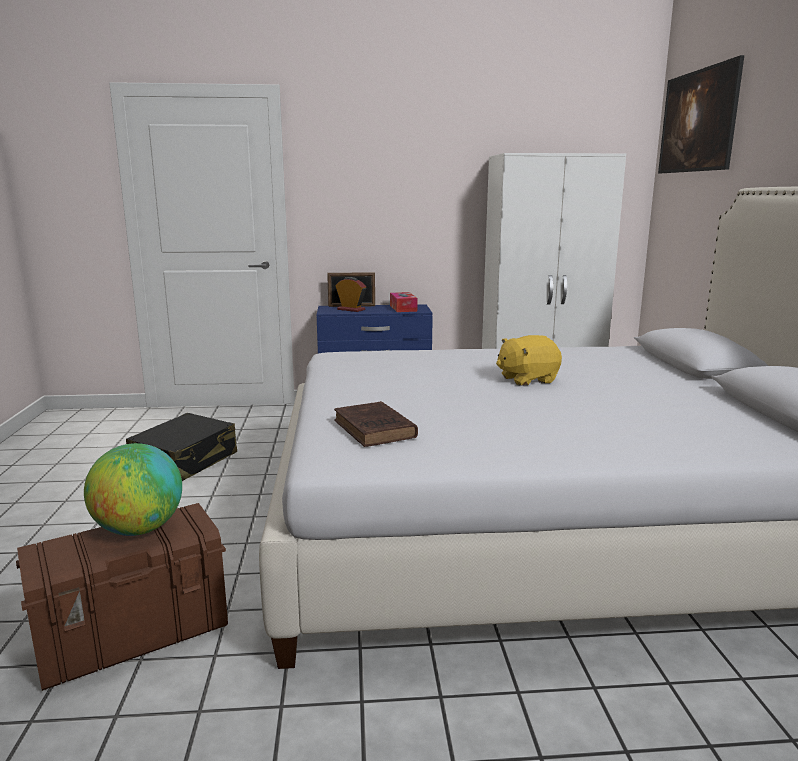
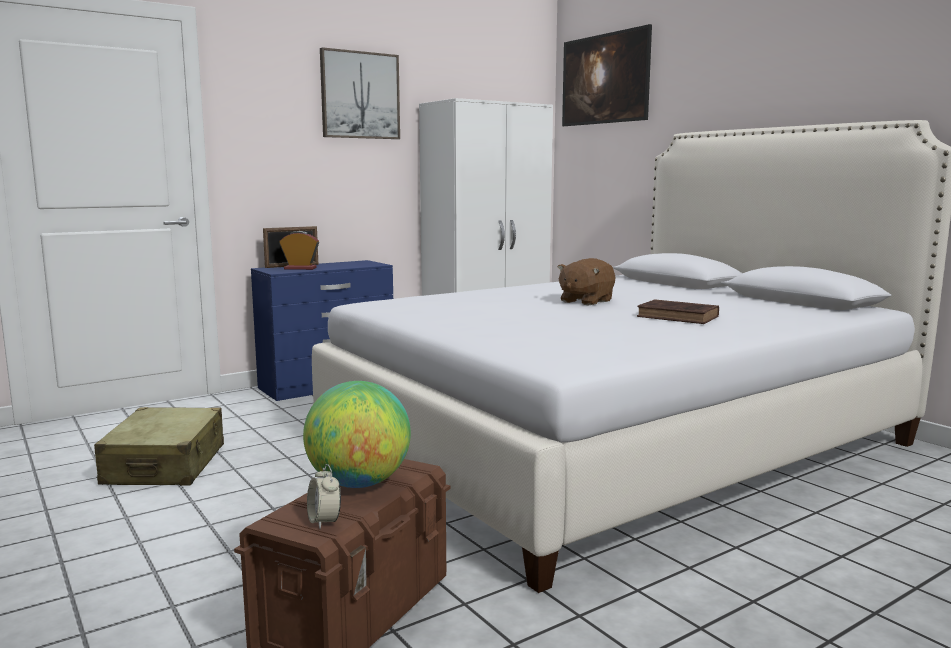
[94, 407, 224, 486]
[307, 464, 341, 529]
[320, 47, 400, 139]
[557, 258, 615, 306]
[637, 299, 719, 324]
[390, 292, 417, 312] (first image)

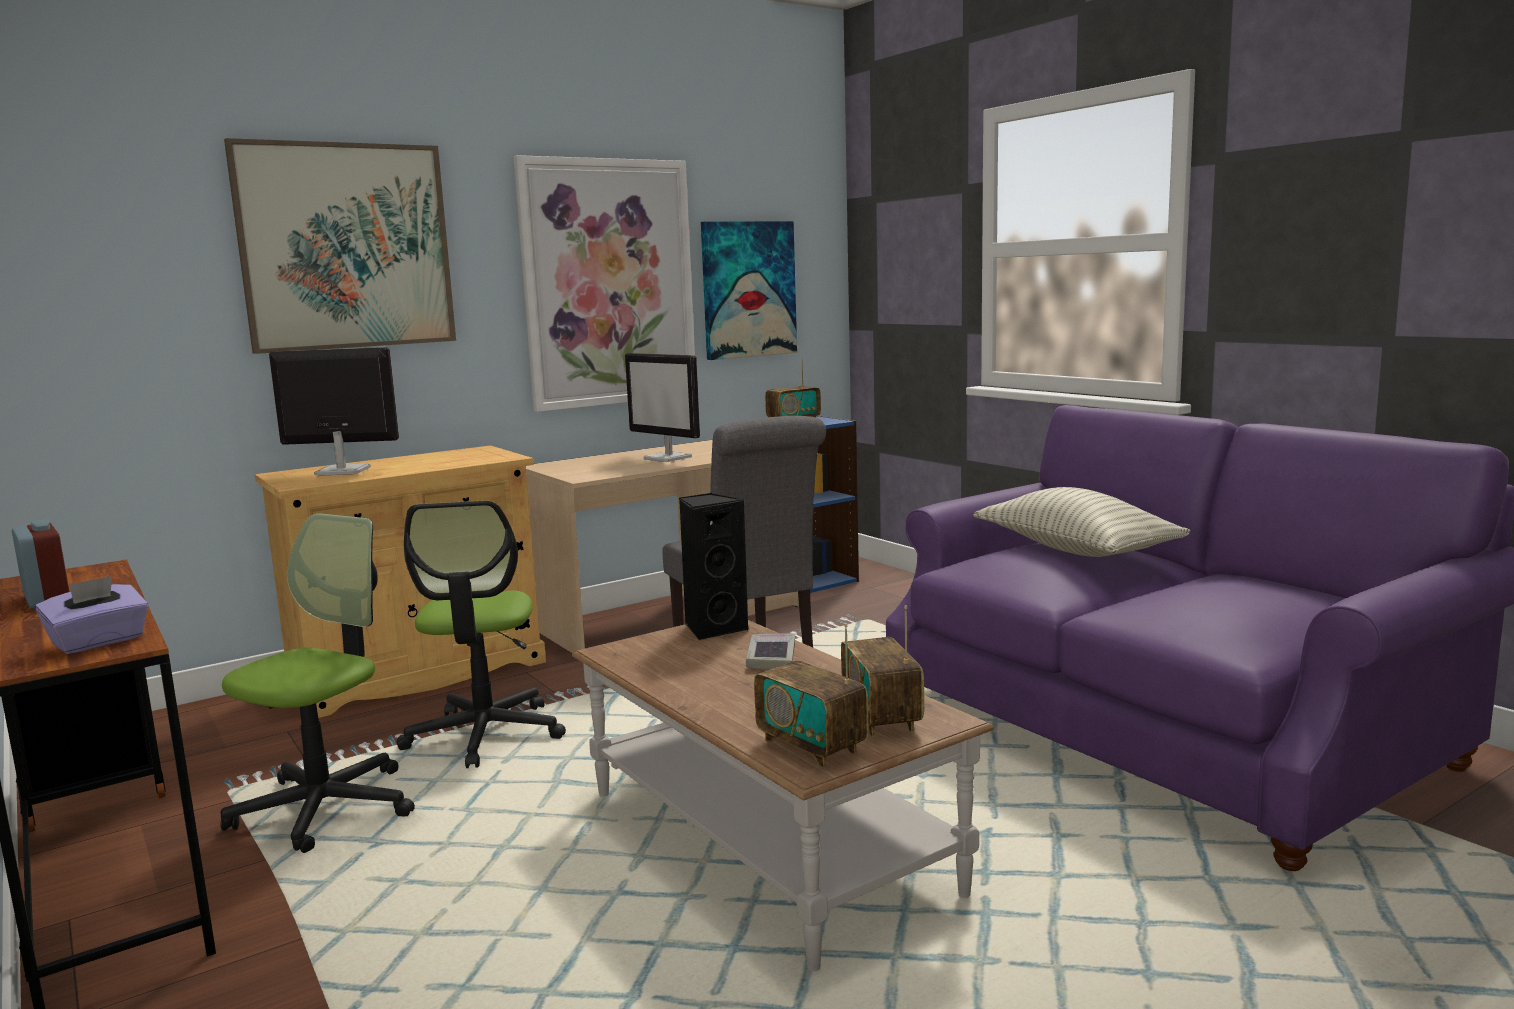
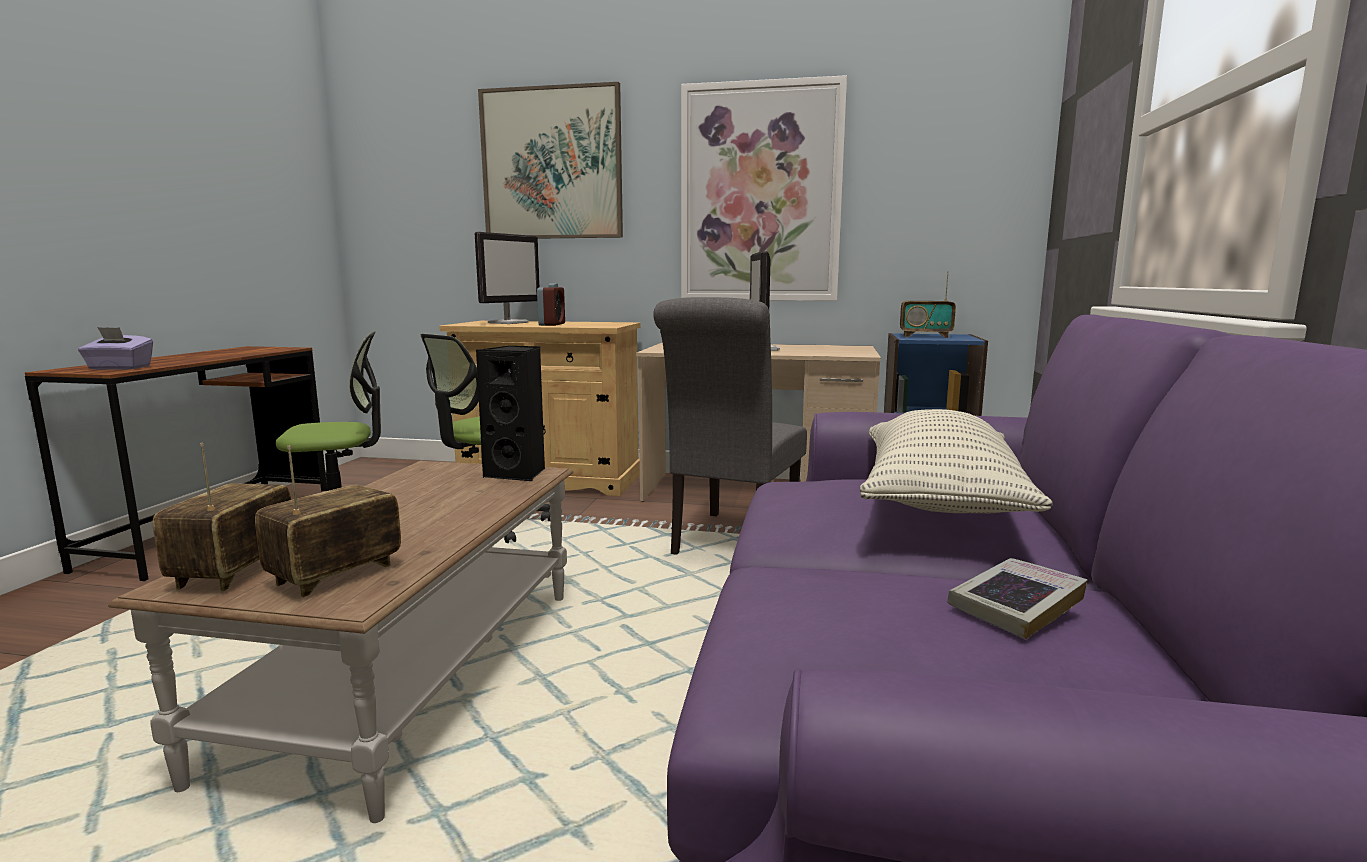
[475, 232, 540, 324]
[537, 283, 565, 326]
[947, 558, 1087, 639]
[701, 221, 797, 360] (first image)

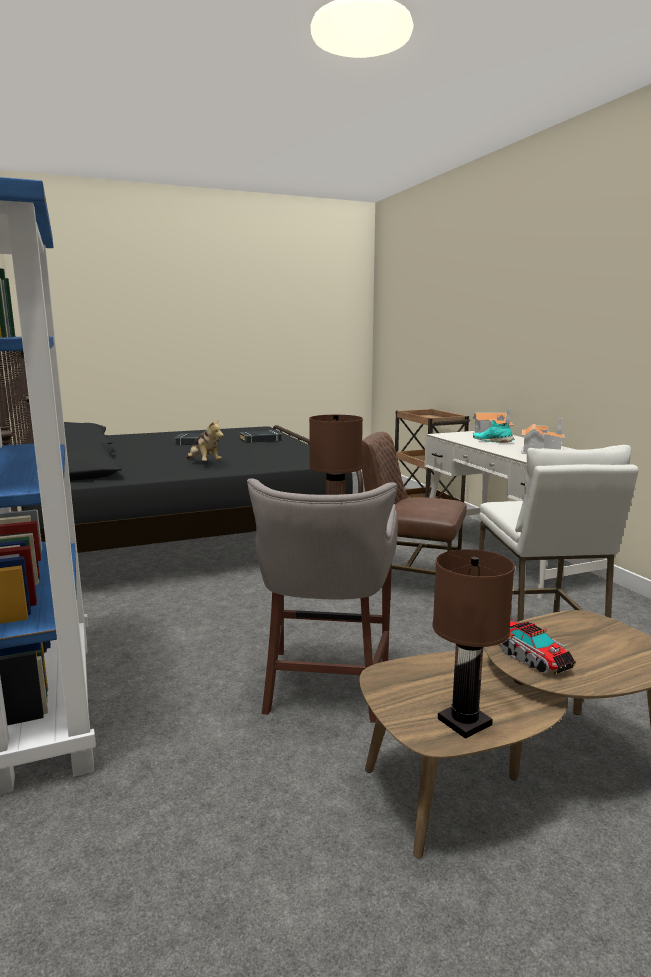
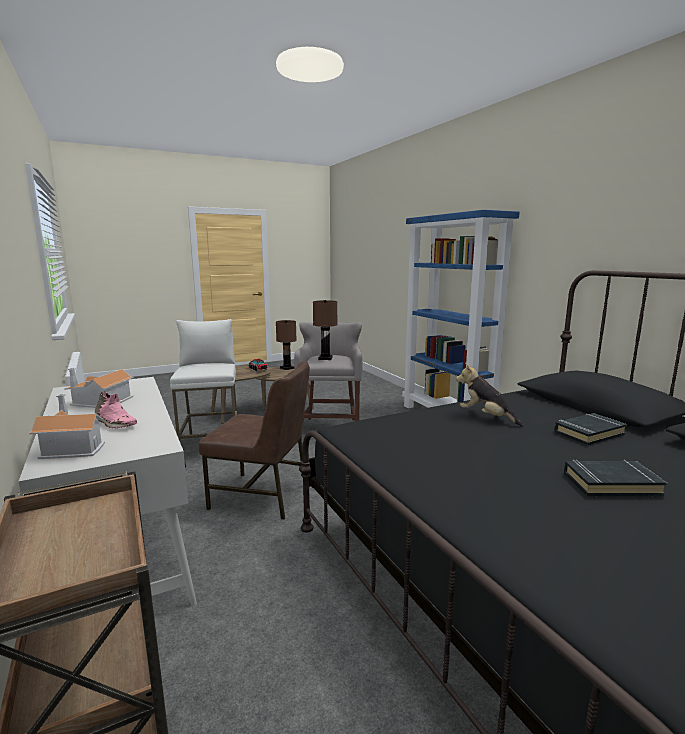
[94, 391, 137, 428]
[554, 413, 627, 445]

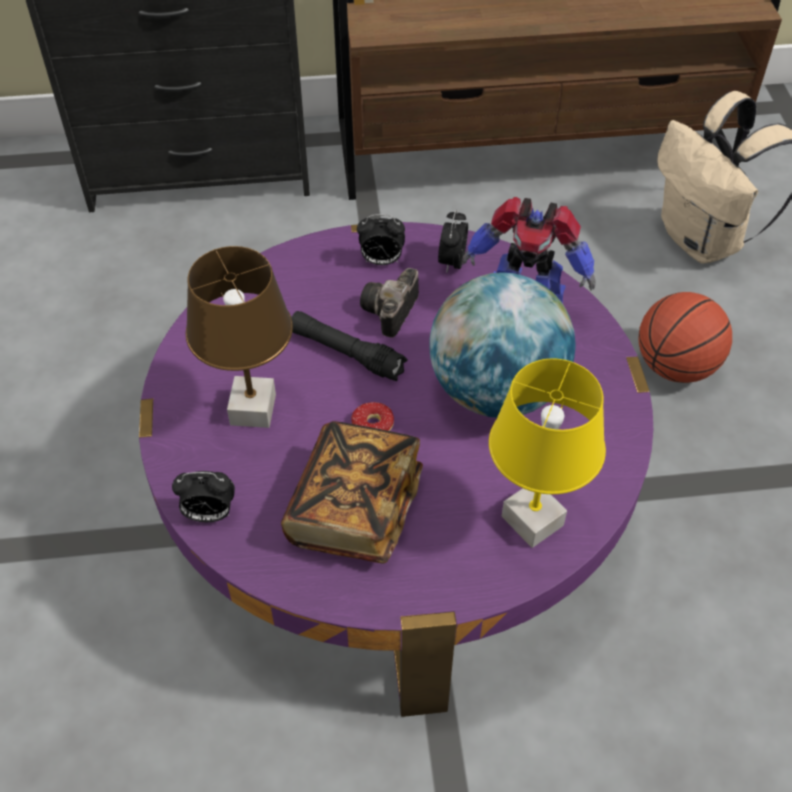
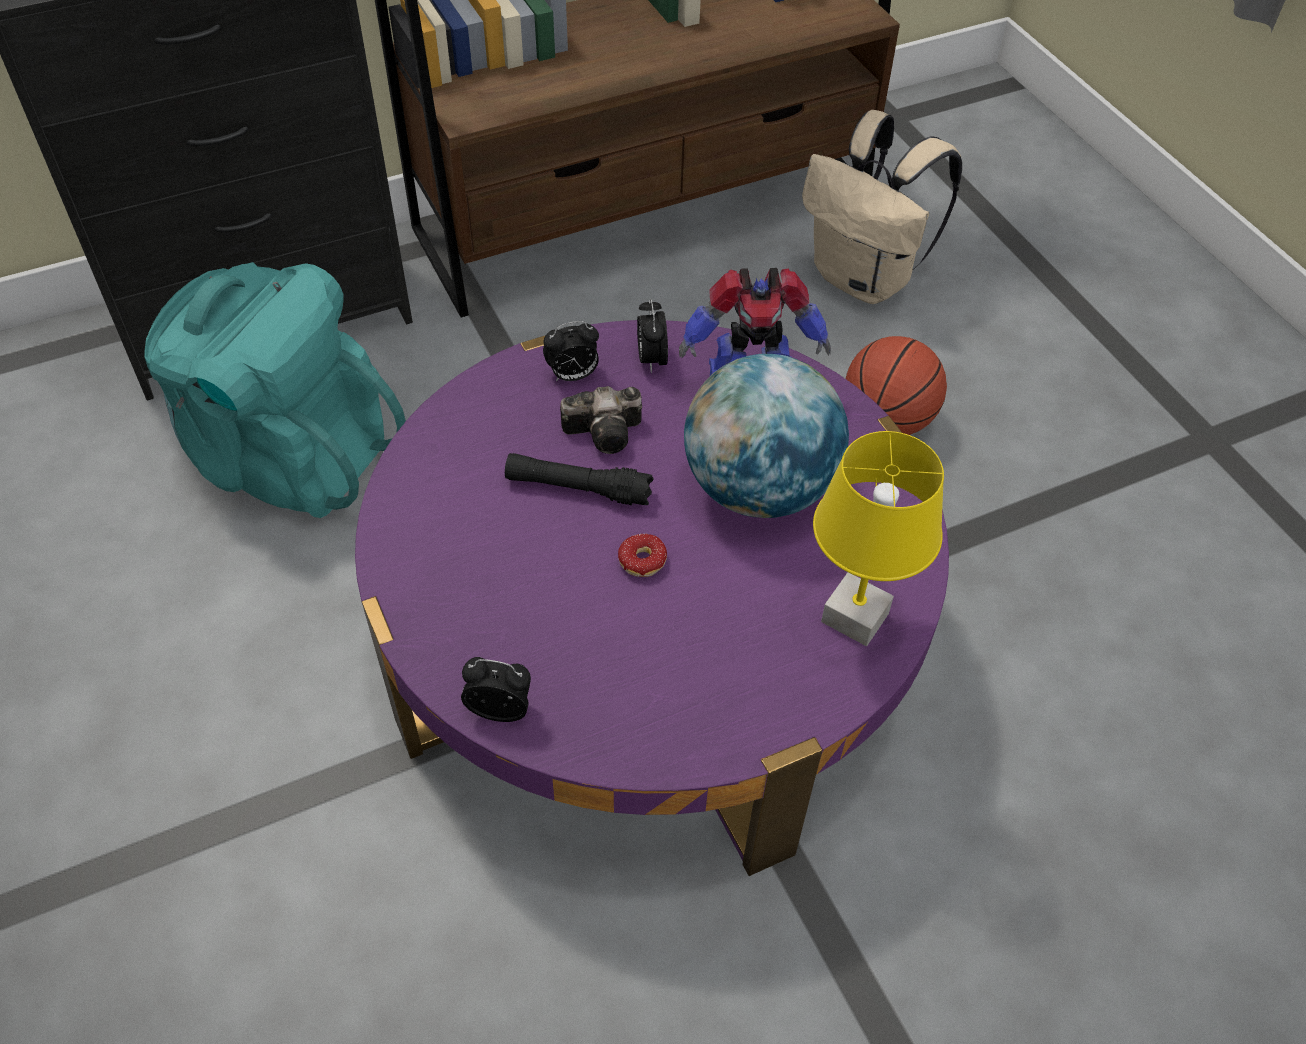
[144, 262, 406, 518]
[461, 657, 531, 722]
[560, 386, 642, 454]
[186, 246, 293, 428] (first image)
[281, 421, 423, 564] (first image)

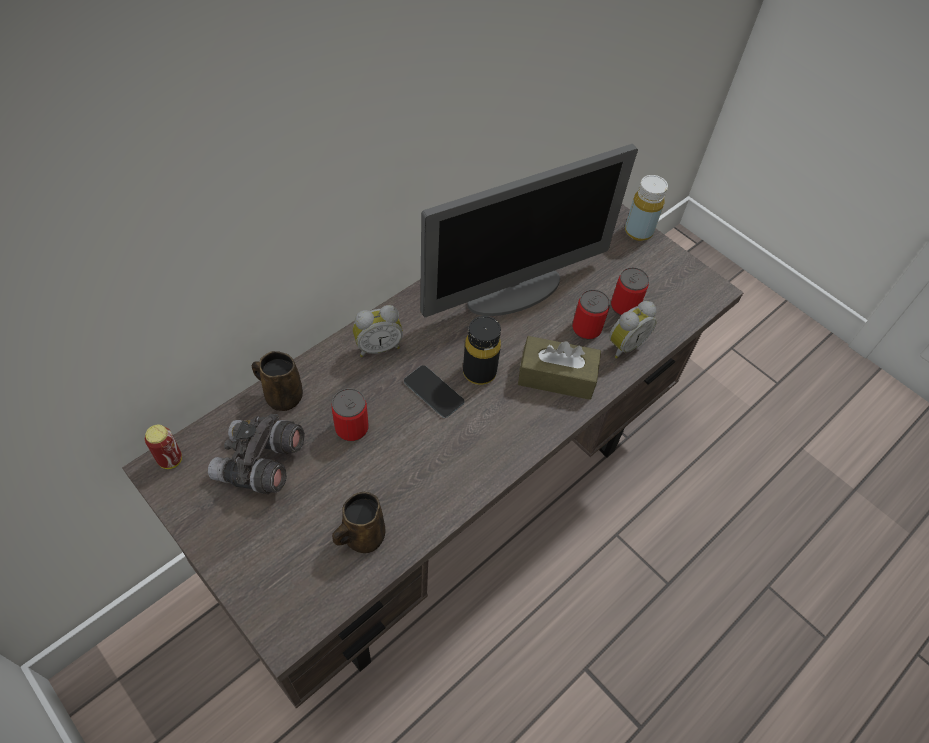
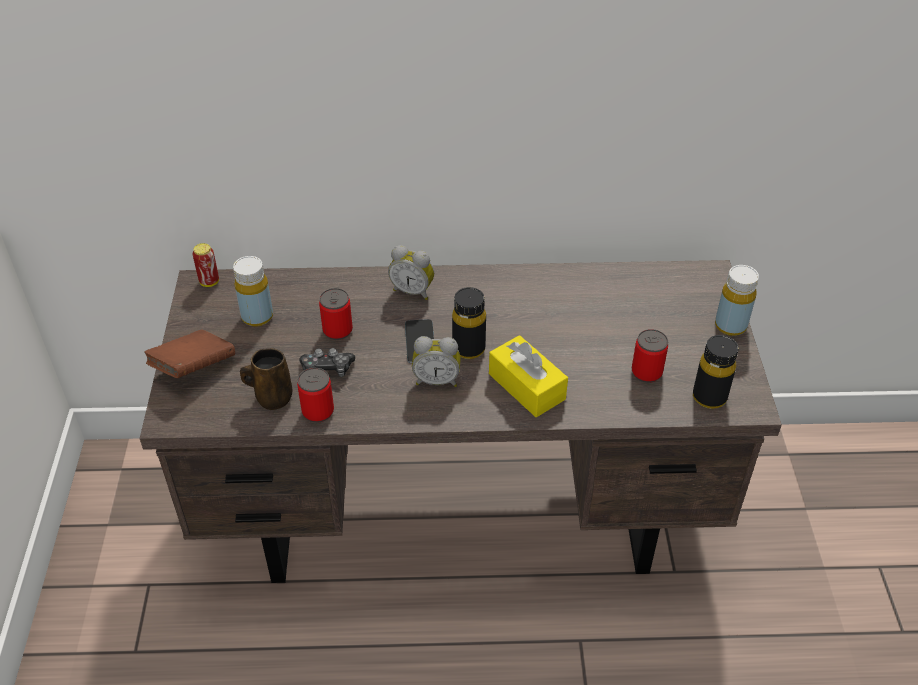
[144, 330, 235, 378]
[233, 256, 273, 327]
[297, 368, 334, 423]
[300, 348, 355, 377]
[412, 336, 461, 387]
[489, 335, 568, 417]
[693, 335, 739, 409]
[252, 351, 303, 411] (first image)
[420, 144, 638, 317] (first image)

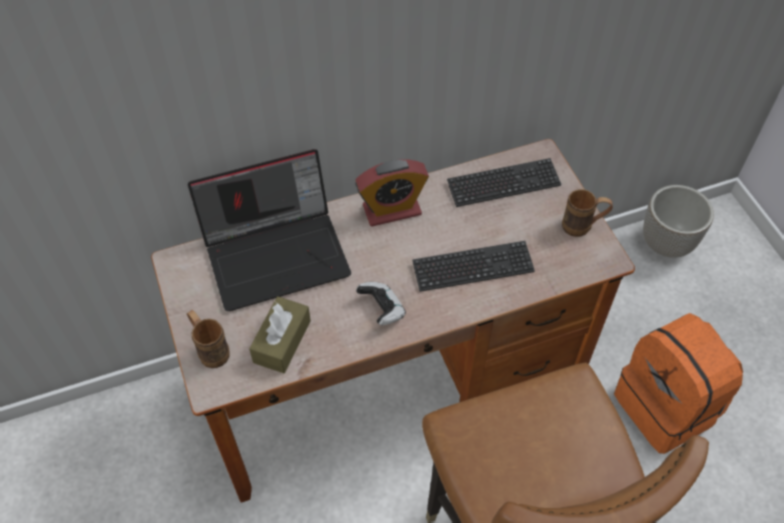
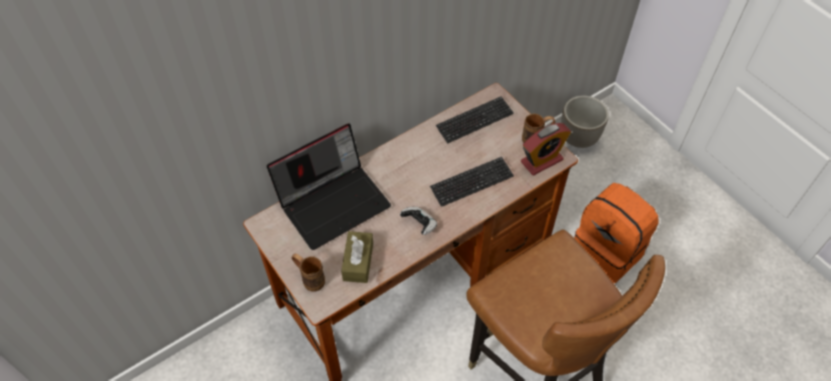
[521, 123, 571, 175]

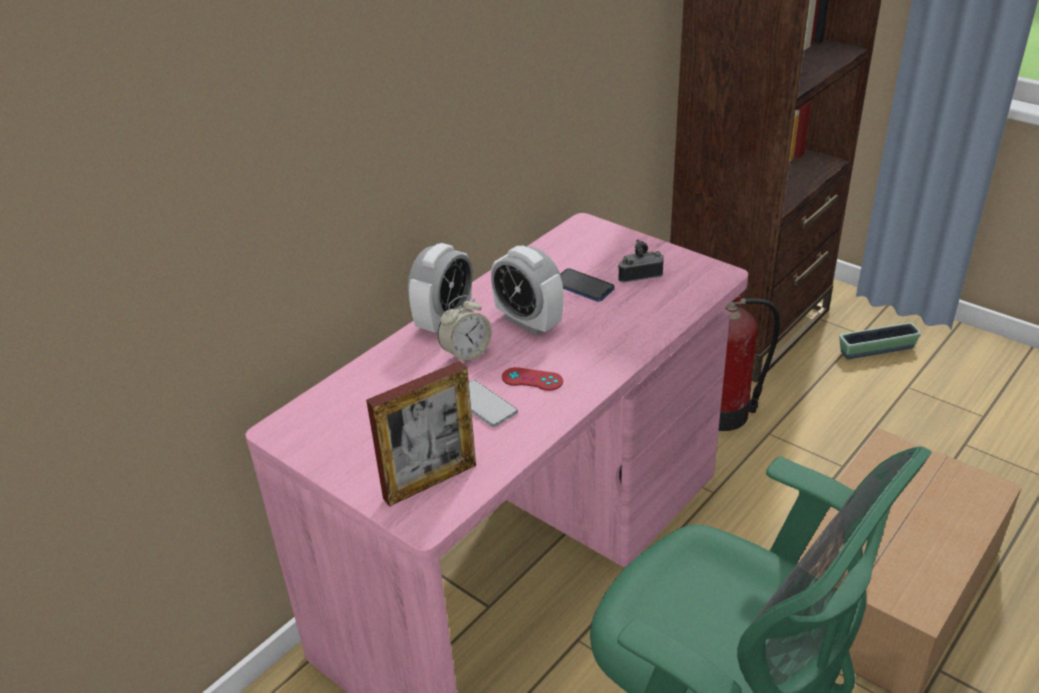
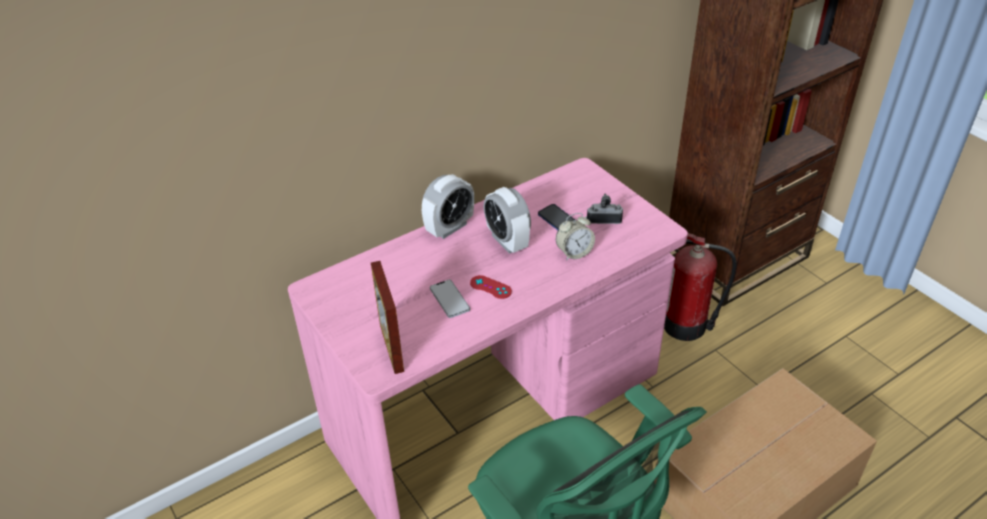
[371, 261, 404, 374]
[556, 213, 595, 261]
[839, 323, 921, 359] (first image)

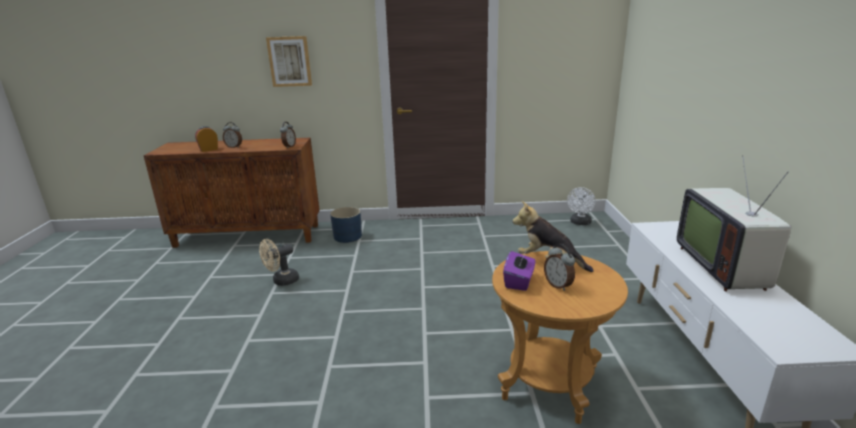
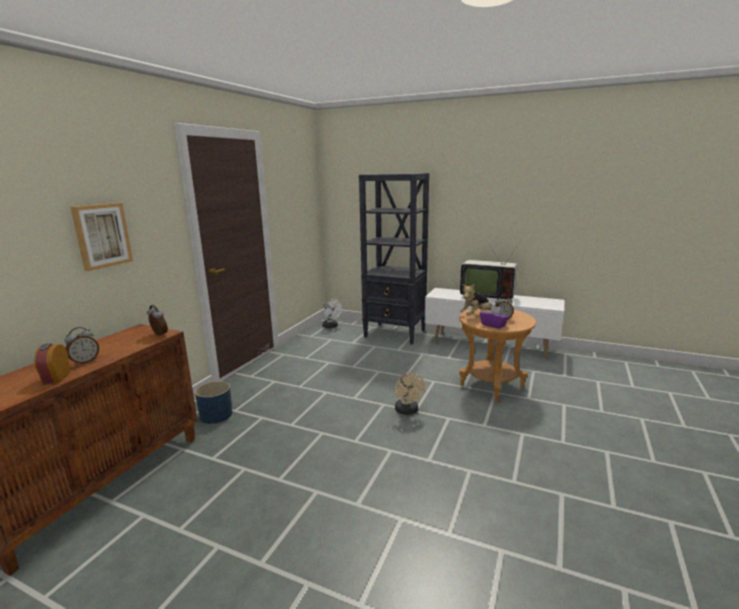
[359, 173, 429, 345]
[395, 373, 426, 415]

